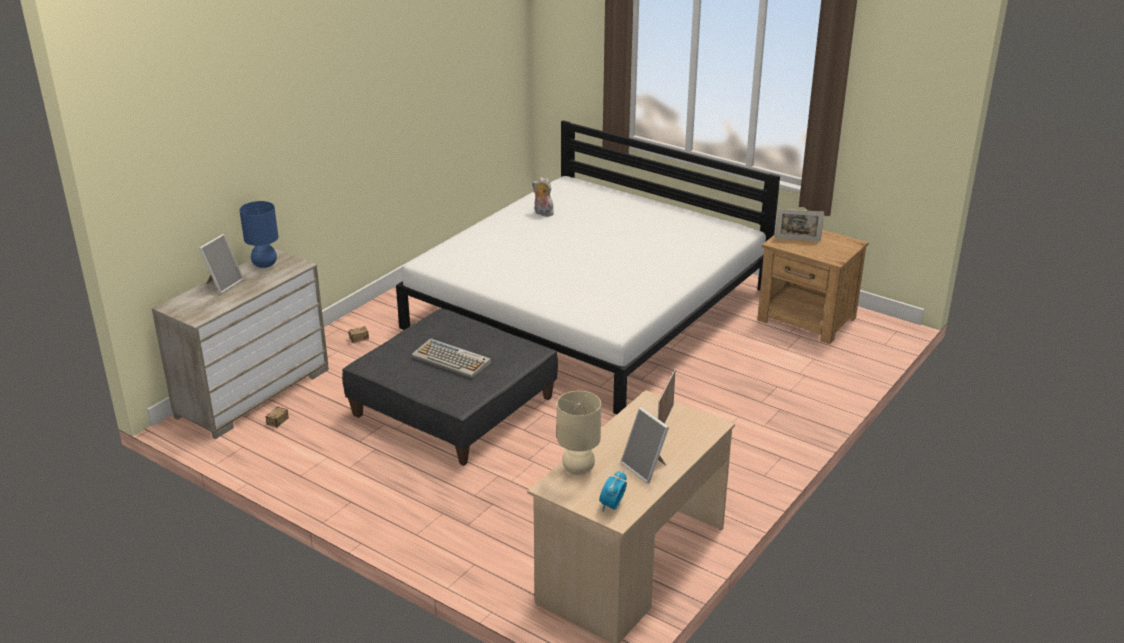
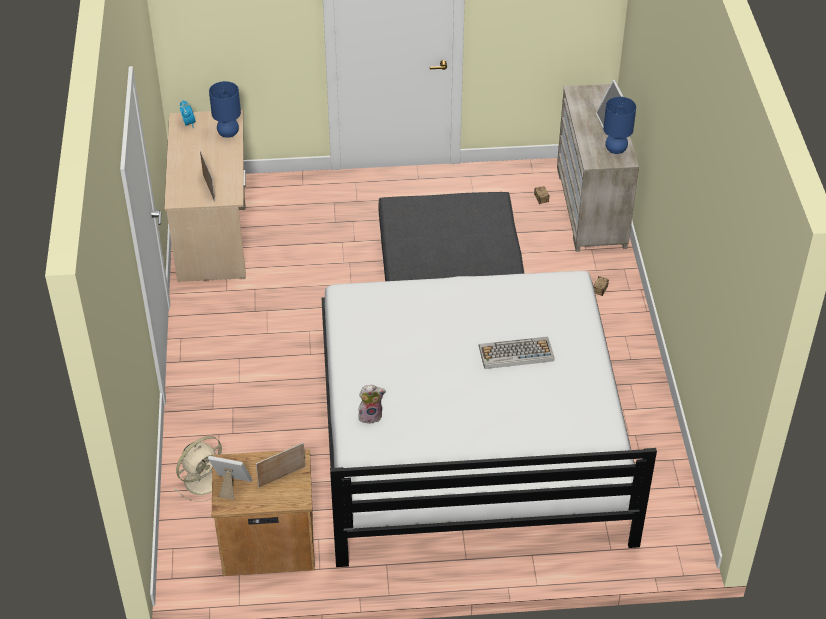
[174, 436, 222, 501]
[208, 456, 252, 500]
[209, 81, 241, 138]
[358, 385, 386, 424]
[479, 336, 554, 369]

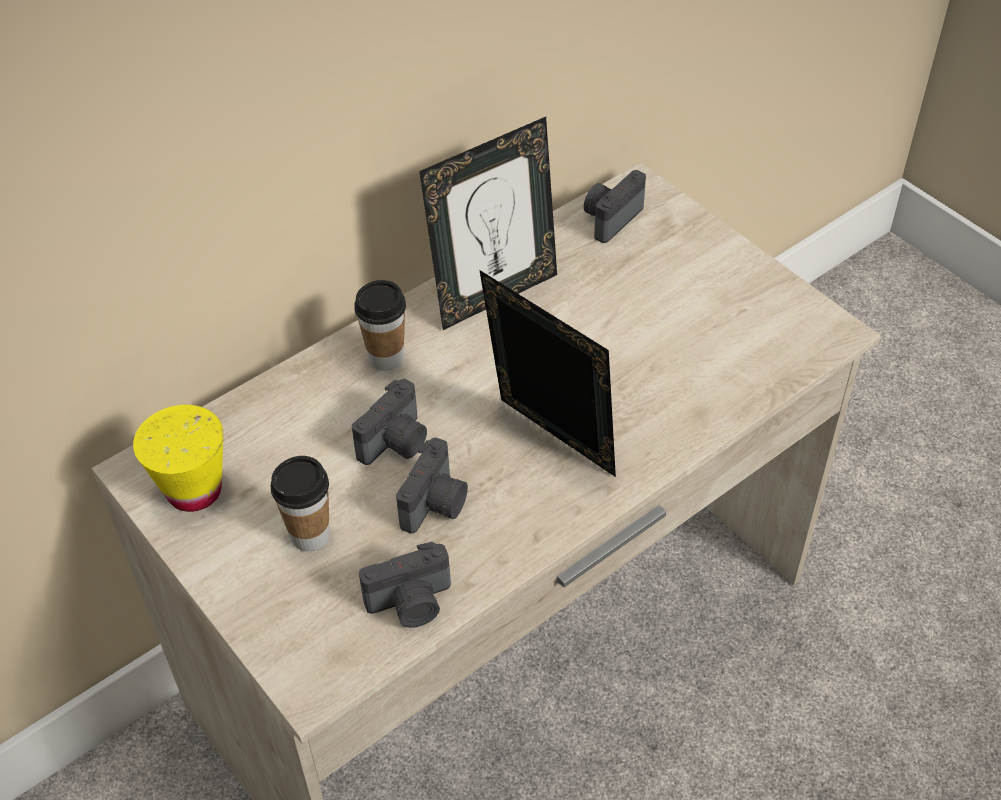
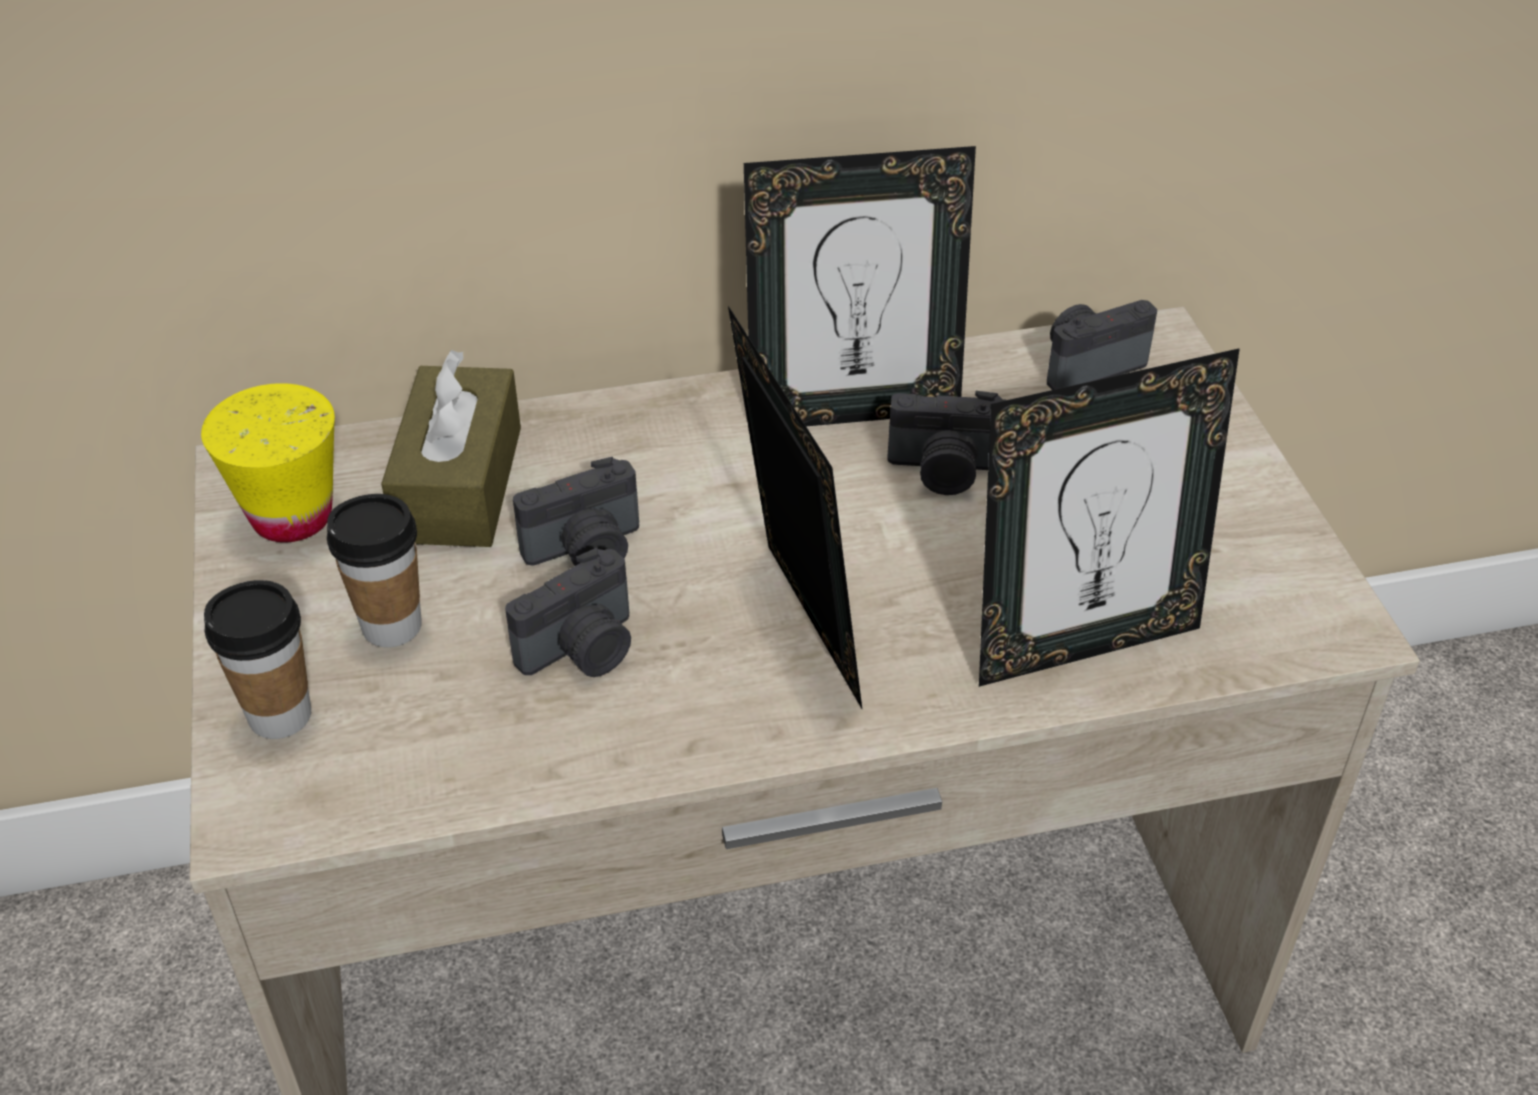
[204, 580, 311, 739]
[381, 350, 521, 547]
[887, 391, 1006, 495]
[979, 348, 1240, 687]

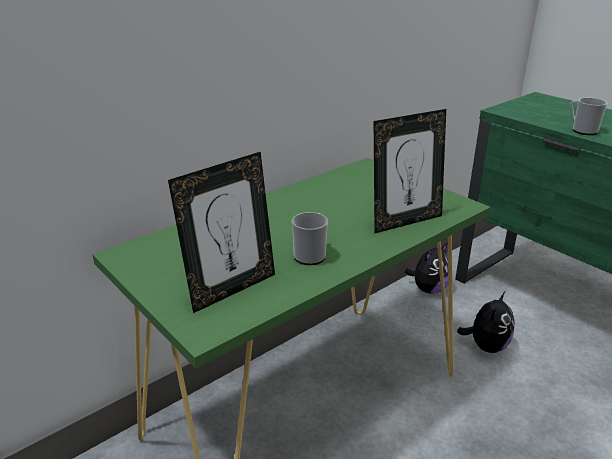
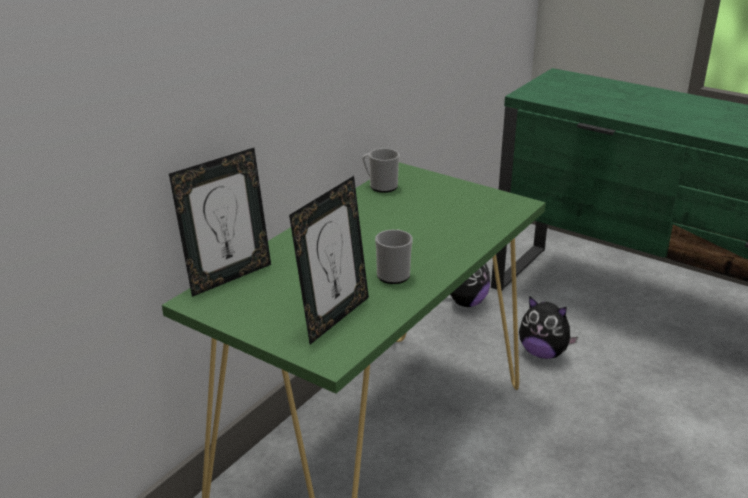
[169, 148, 271, 297]
[362, 148, 400, 193]
[519, 296, 578, 359]

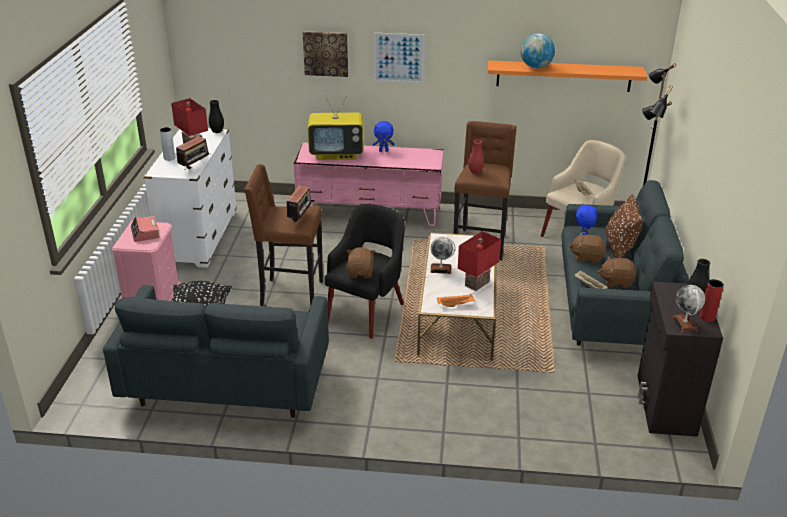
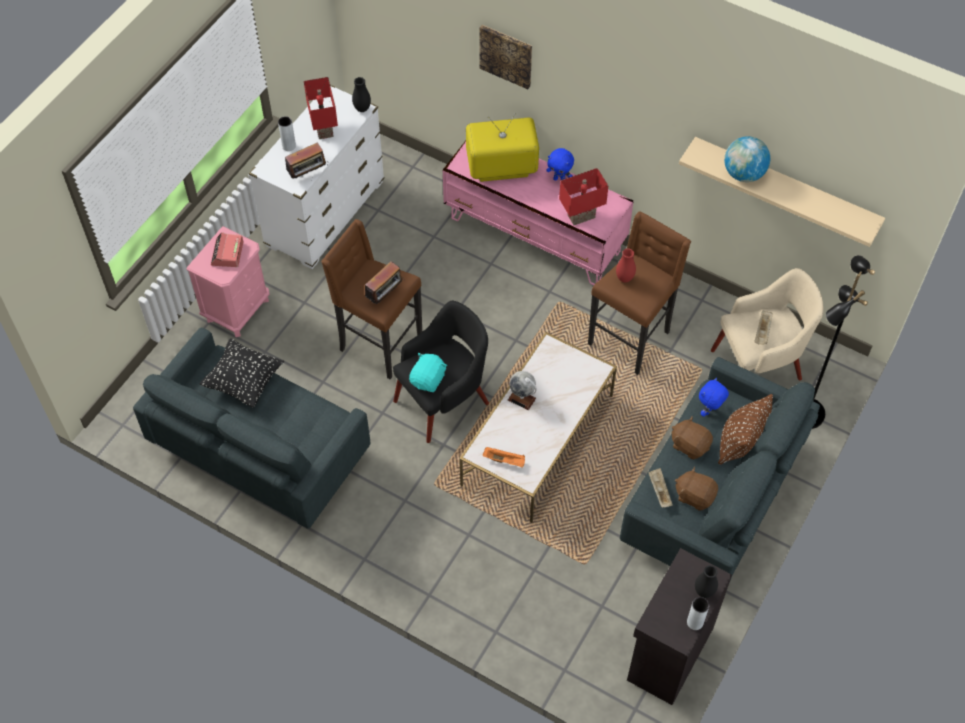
[409, 353, 447, 392]
[466, 113, 539, 182]
[559, 168, 608, 225]
[679, 137, 885, 247]
[687, 597, 709, 630]
[374, 33, 424, 83] (first image)
[671, 285, 705, 332] (first image)

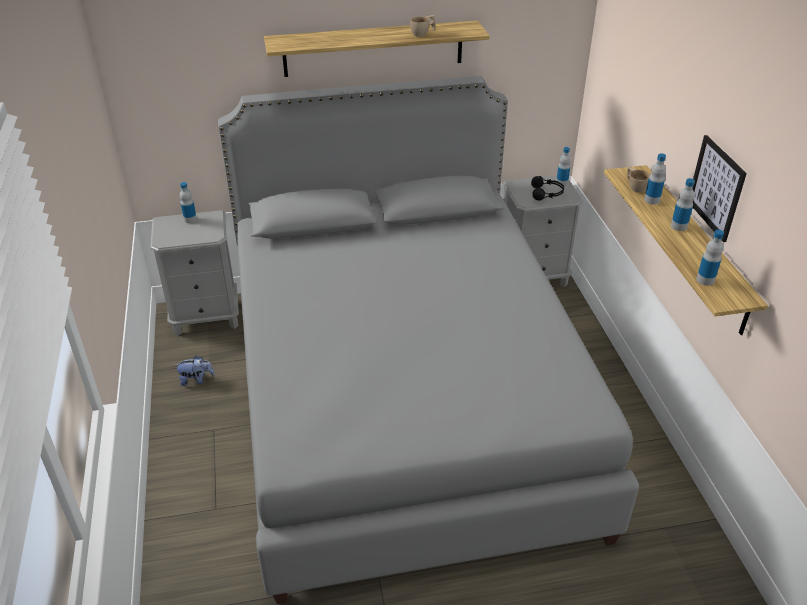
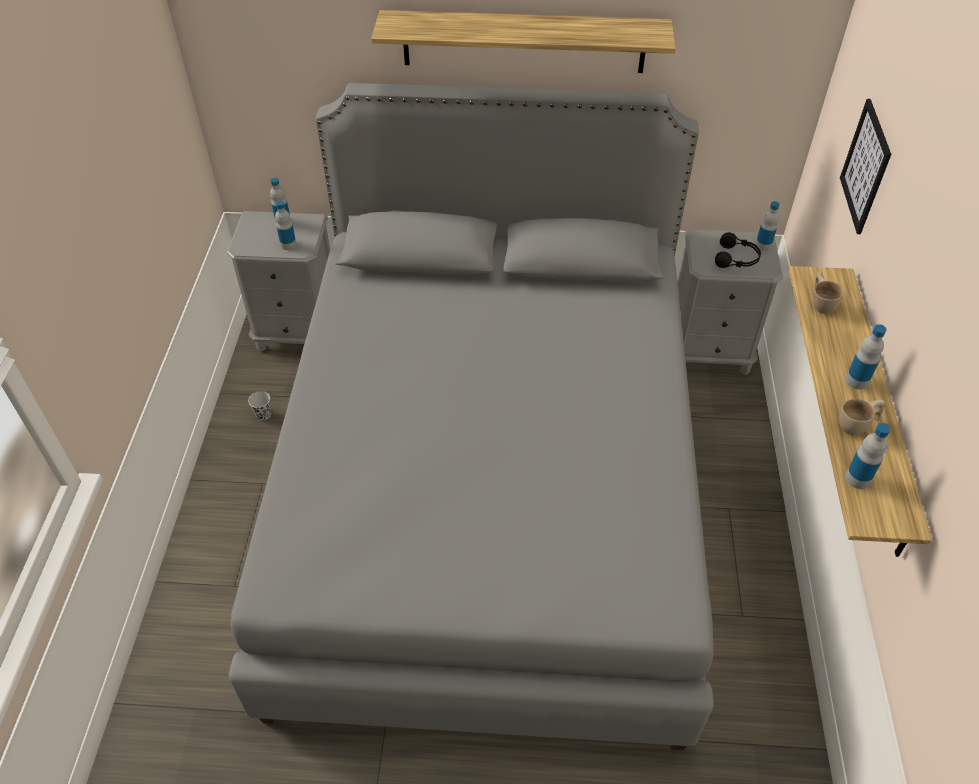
[248, 391, 271, 420]
[275, 200, 297, 250]
[839, 399, 885, 435]
[840, 99, 891, 234]

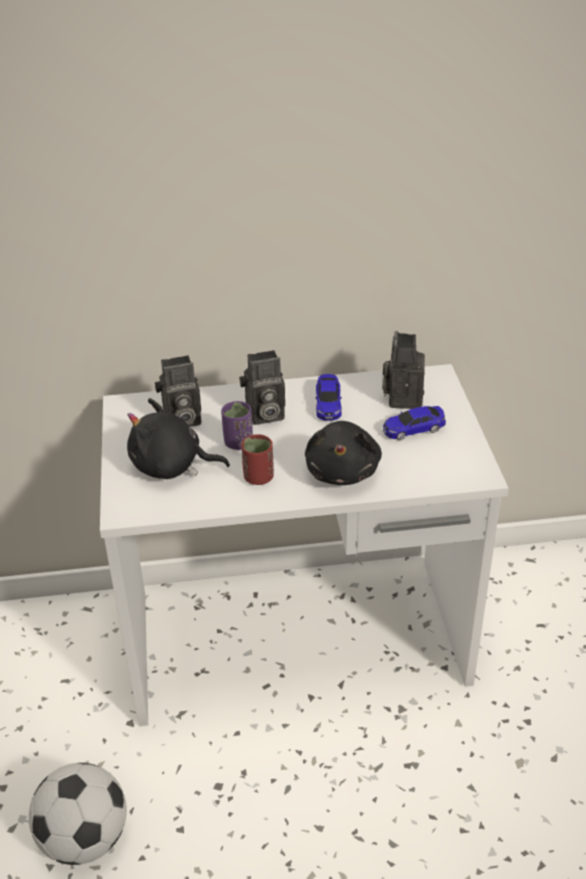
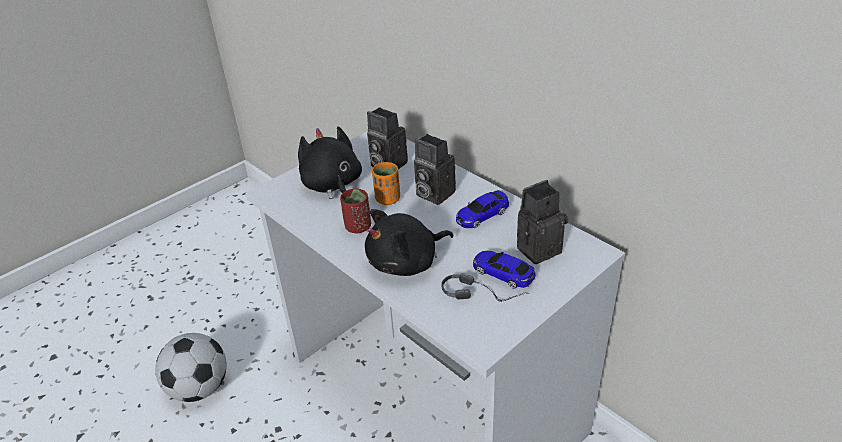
[372, 162, 400, 205]
[442, 273, 528, 302]

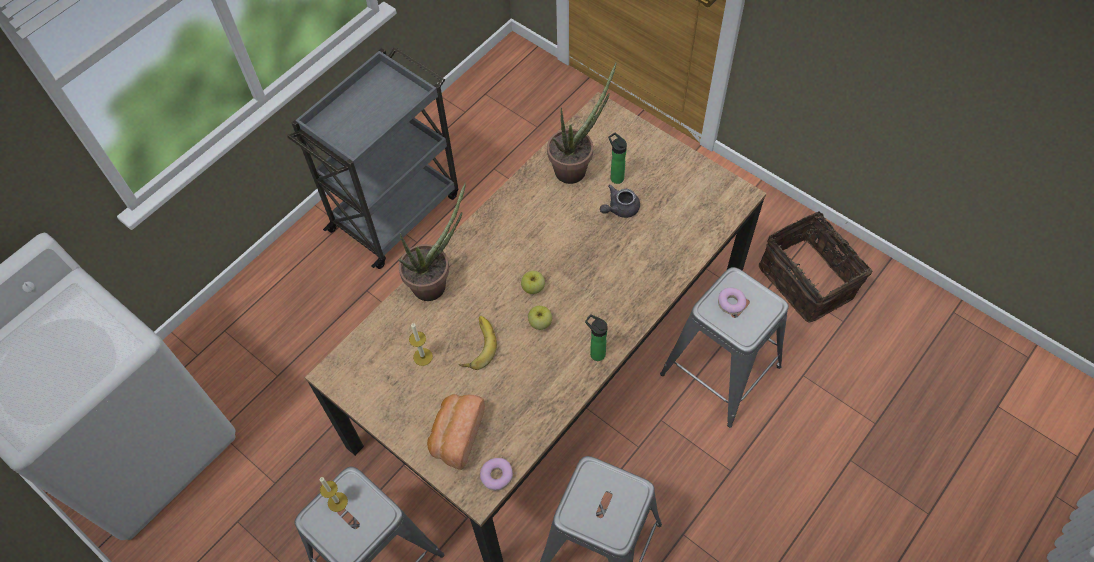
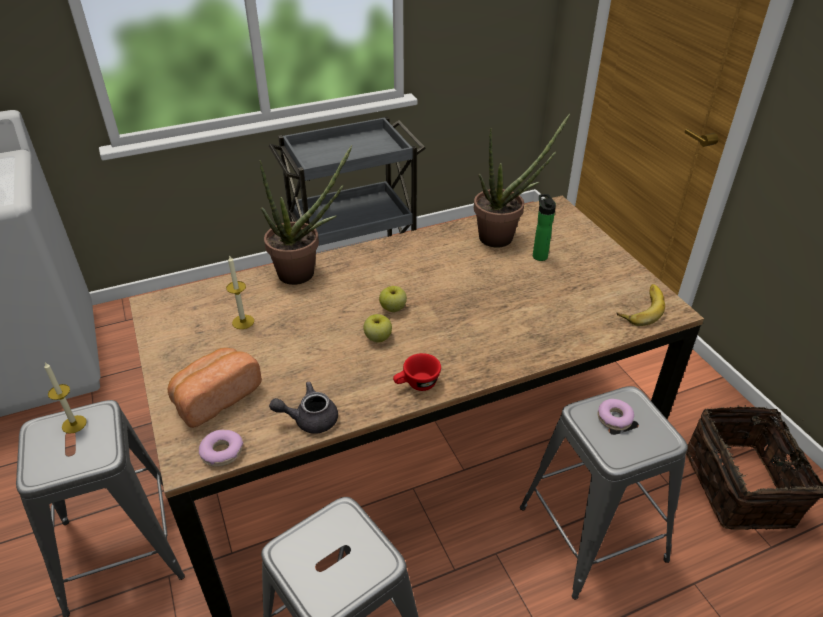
[269, 381, 338, 434]
[393, 353, 441, 391]
[617, 284, 665, 326]

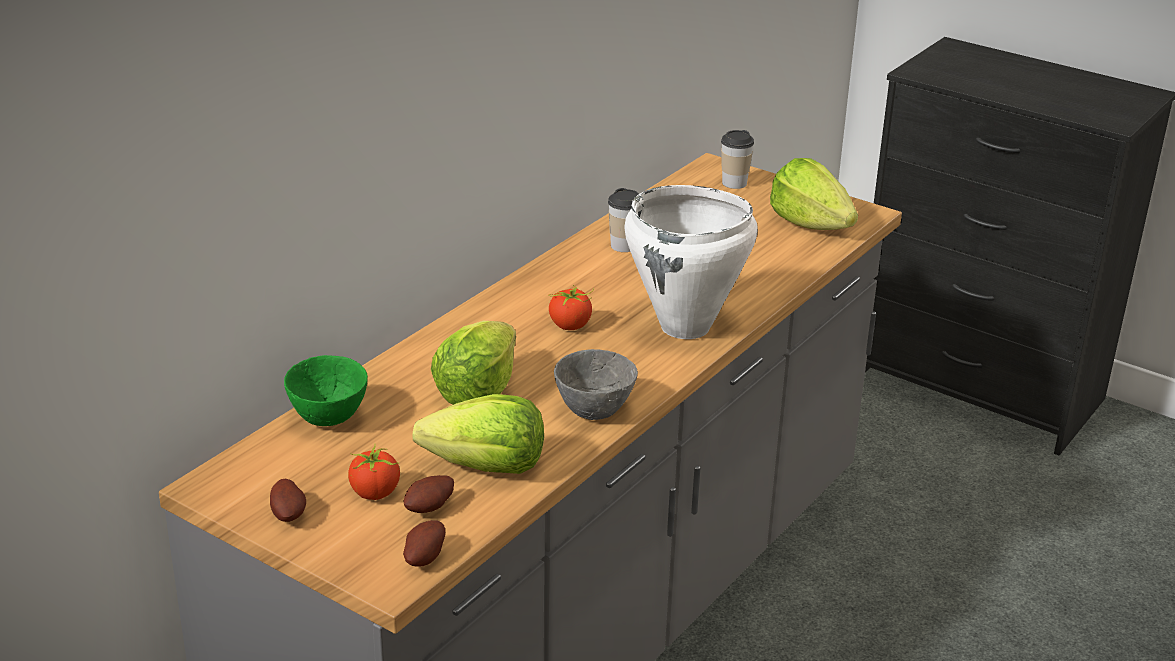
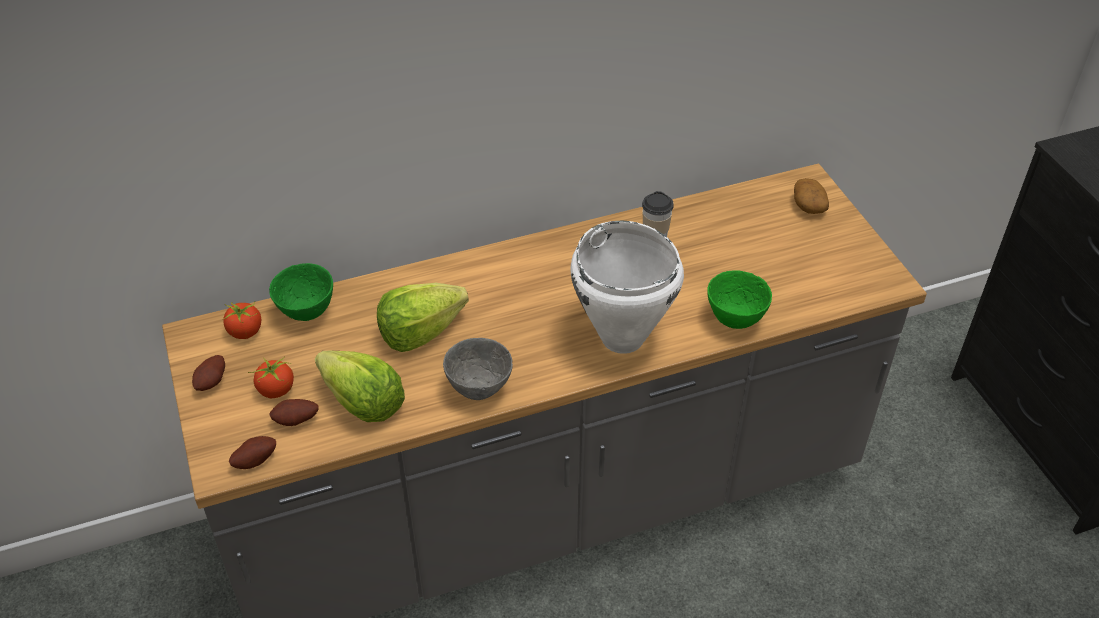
[223, 301, 261, 339]
[707, 270, 772, 329]
[794, 178, 829, 214]
[770, 158, 858, 230] (first image)

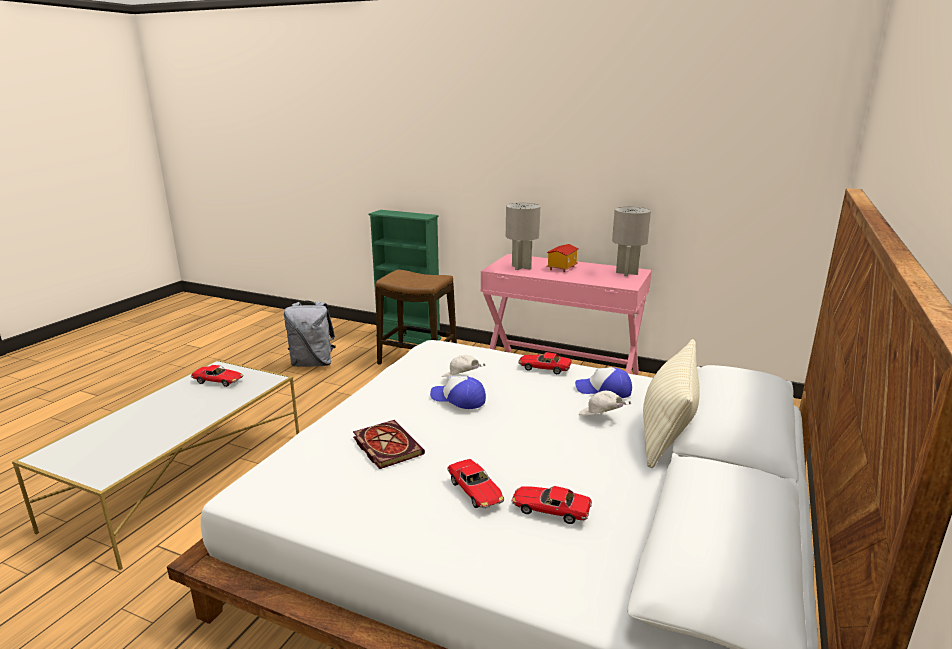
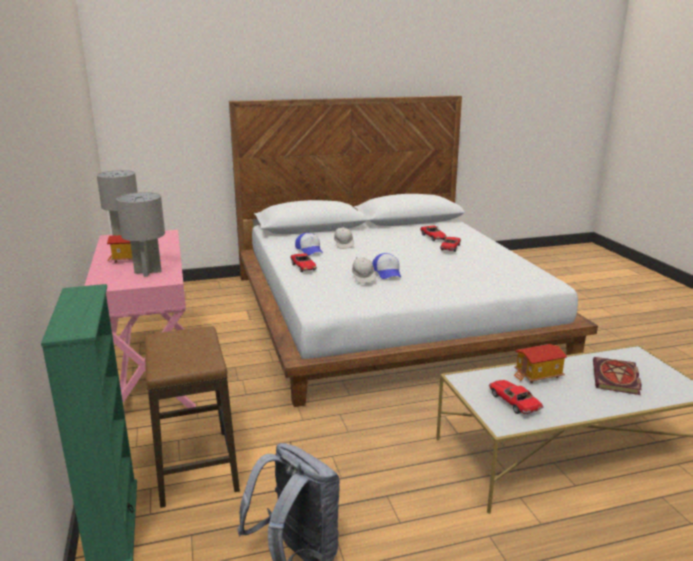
[514, 344, 567, 383]
[593, 357, 642, 395]
[643, 339, 700, 468] (first image)

